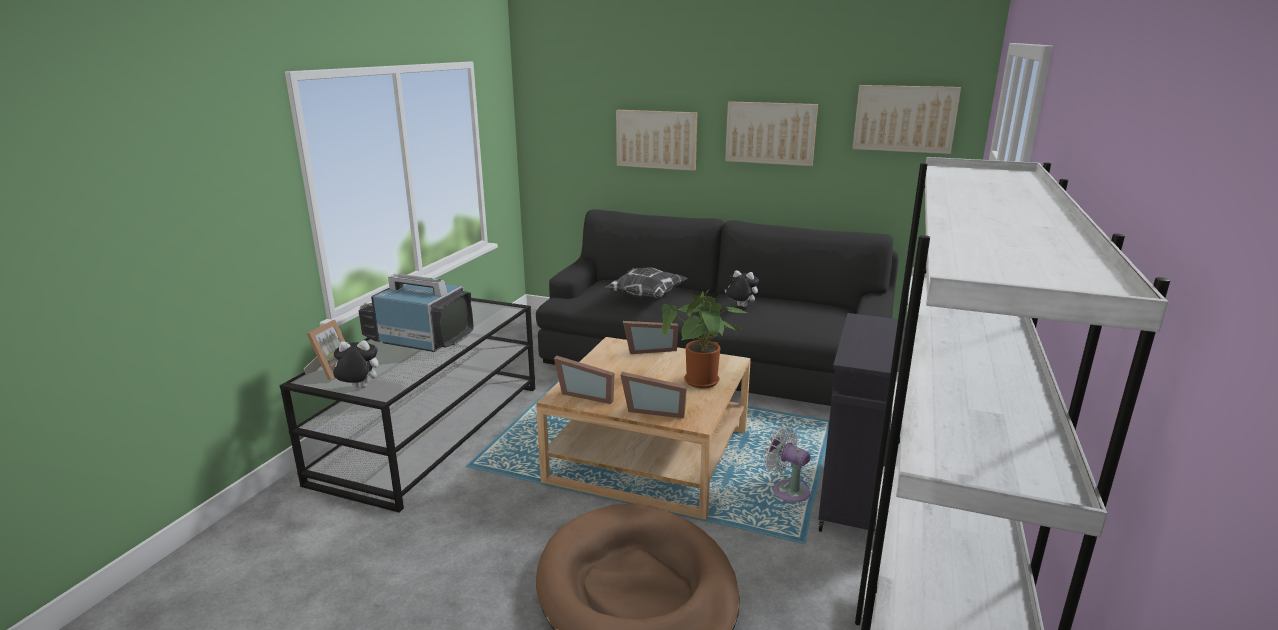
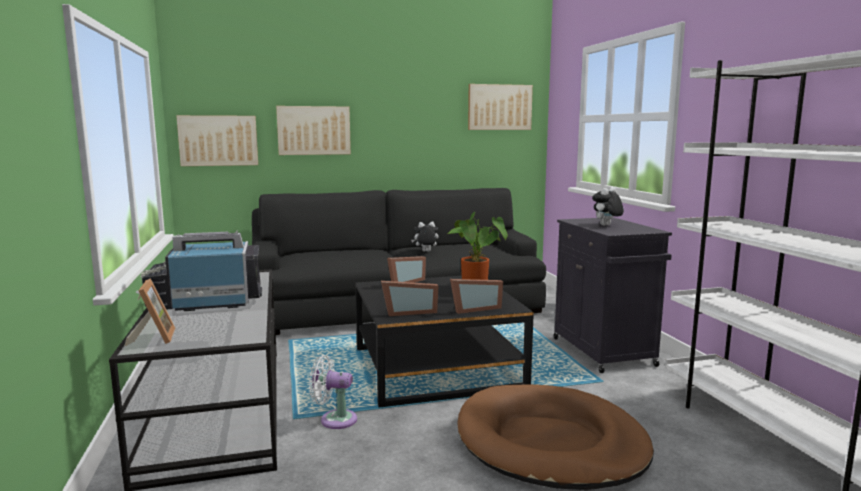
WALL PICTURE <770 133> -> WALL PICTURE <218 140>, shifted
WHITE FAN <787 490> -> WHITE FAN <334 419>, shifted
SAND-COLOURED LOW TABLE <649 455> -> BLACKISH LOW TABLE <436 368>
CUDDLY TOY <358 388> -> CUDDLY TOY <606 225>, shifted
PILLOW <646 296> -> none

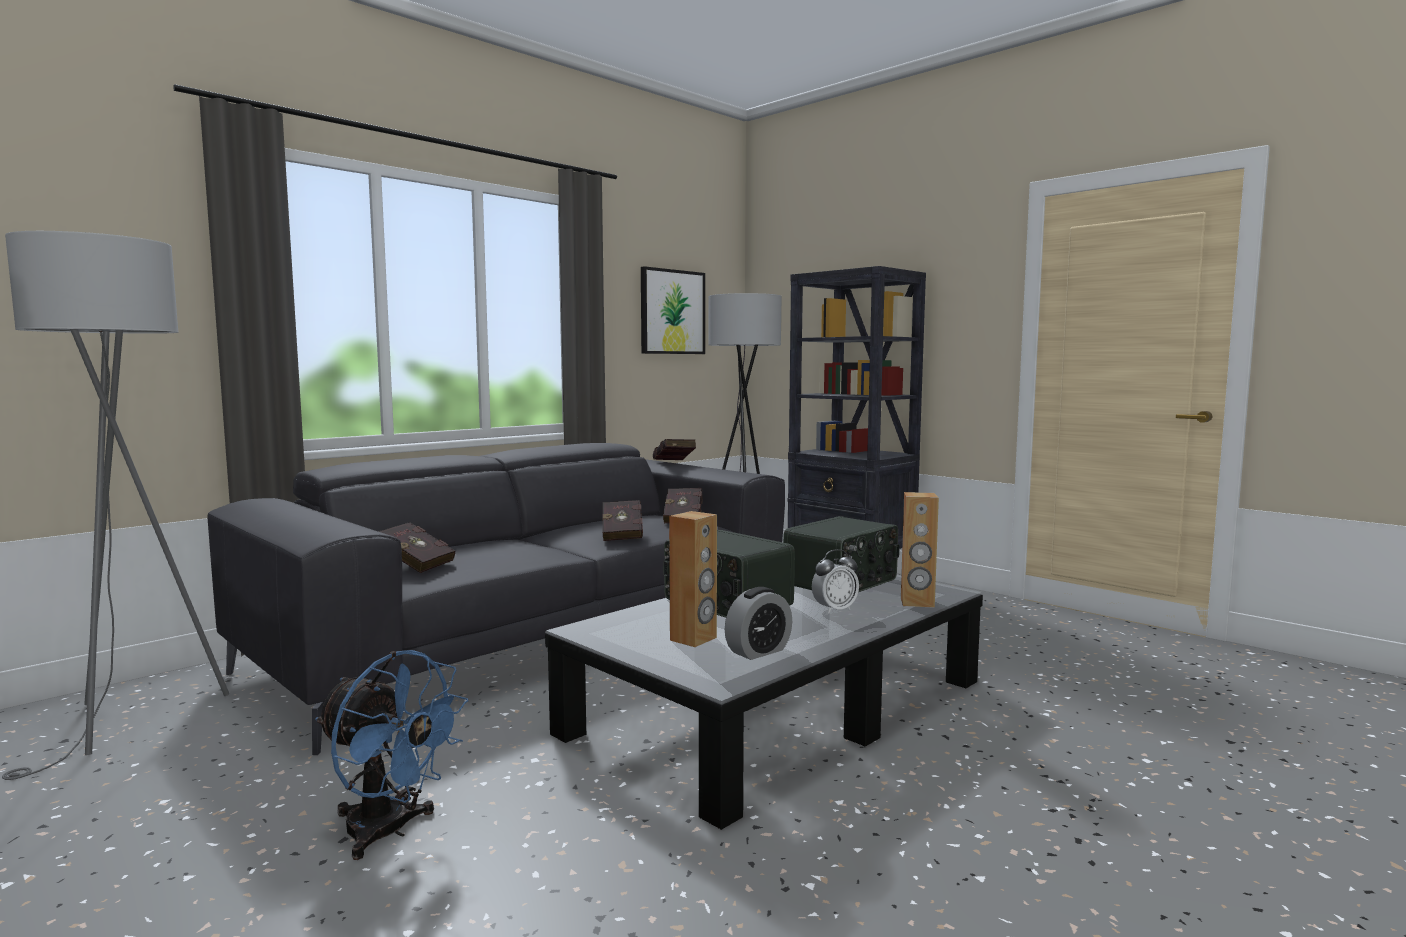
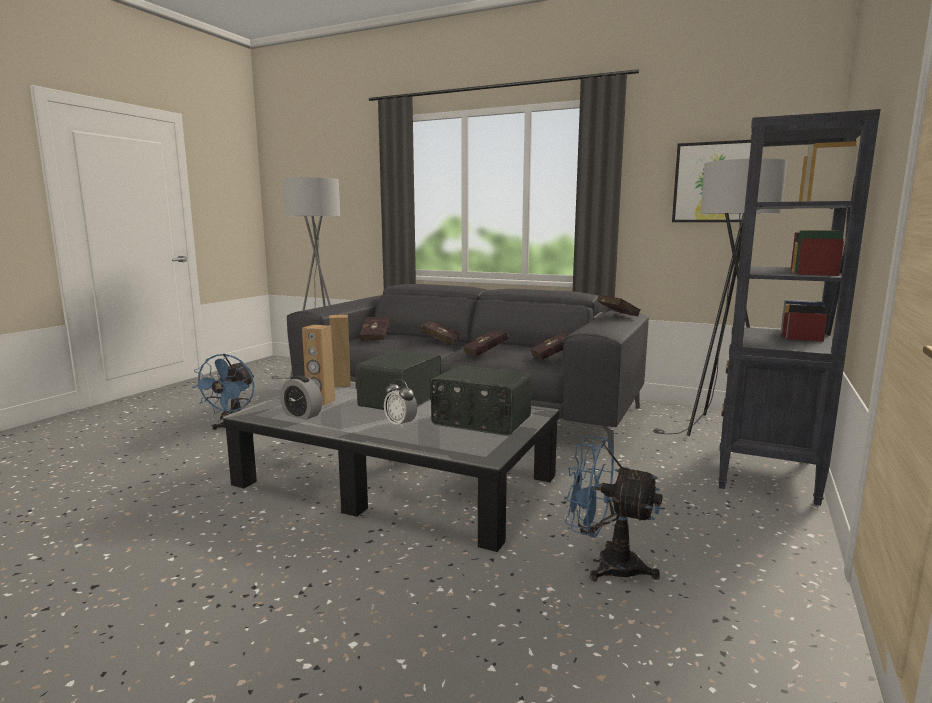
BROWN AUDIO SPEAKER <917 602> -> BROWN AUDIO SPEAKER <341 384>, shifted
none -> RED-COLOURED BOOK <439 342>
none -> BLUE-COLOURED FAN <606 564>

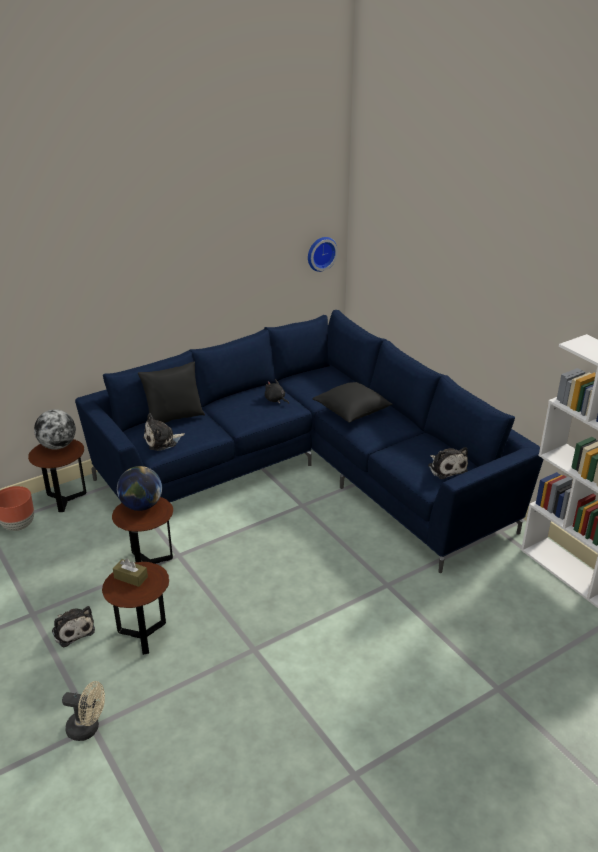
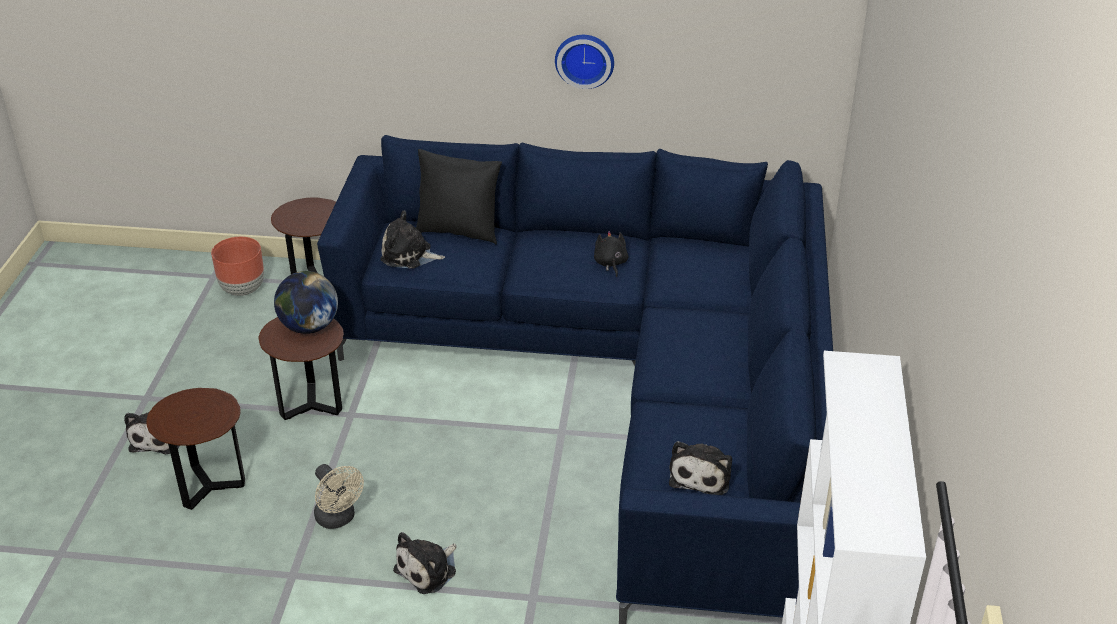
SAND-COLOURED FAN <88 729> -> SAND-COLOURED FAN <338 519>, shifted
none -> CUDDLY TOY <428 570>
CLOCK ON THE WALL <320 253> -> CLOCK ON THE WALL <585 59>, shifted
GLOBE <58 446> -> none
BROWN TISSUE BOX <131 577> -> none
BLACKISH PILLOW <352 412> -> none

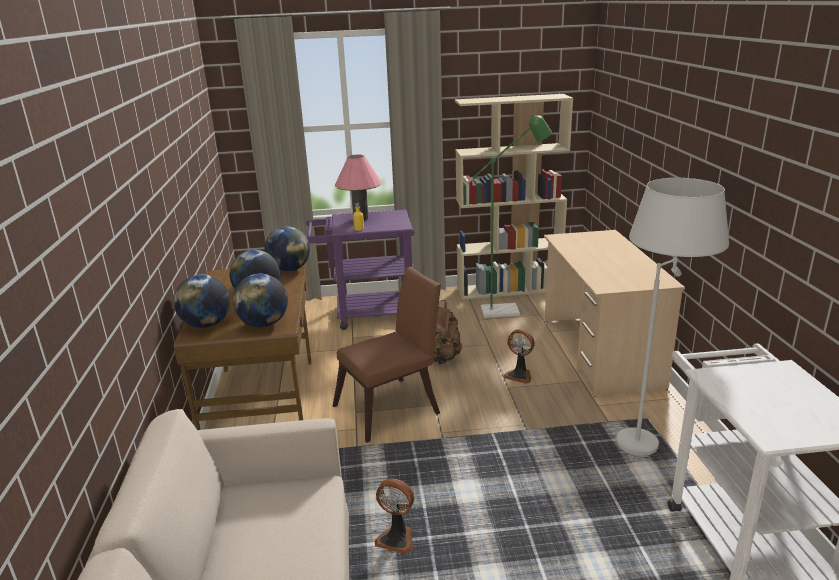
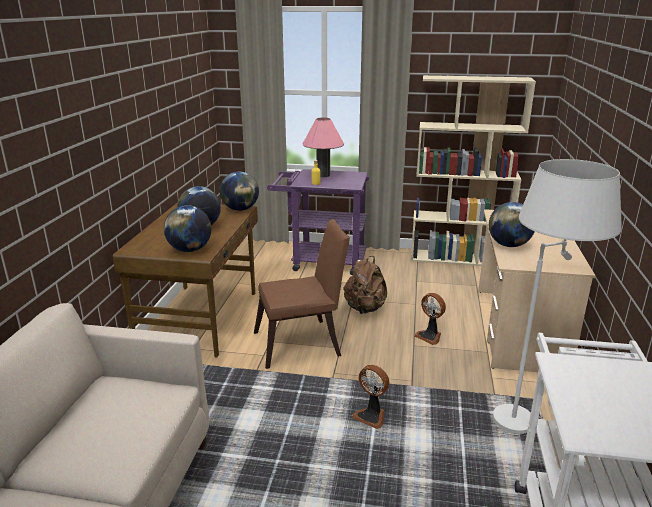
FAN <397 538> -> FAN <371 416>, shifted
GLOBE <206 325> -> GLOBE <508 245>, shifted
GREEN-COLOURED STANDING LAMP <507 311> -> none

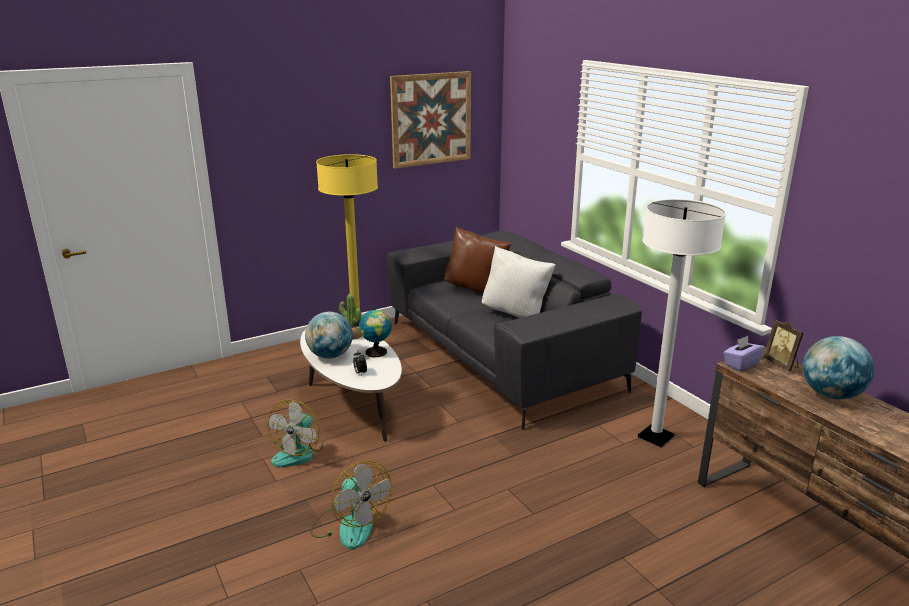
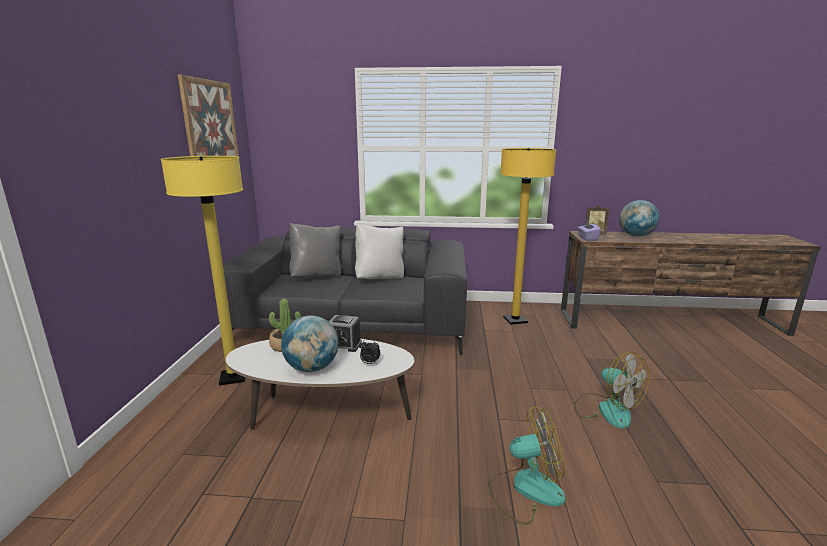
BROWN PILLOW <476 289> -> GRAY PILLOW <317 277>
GLOBE <377 353> -> BEDSIDE CLOCK <344 345>
WHITE STANDING LAMP <655 437> -> YELLOW-COLOURED STANDING LAMP <515 320>
FAN <299 452> -> FAN <606 409>, shifted

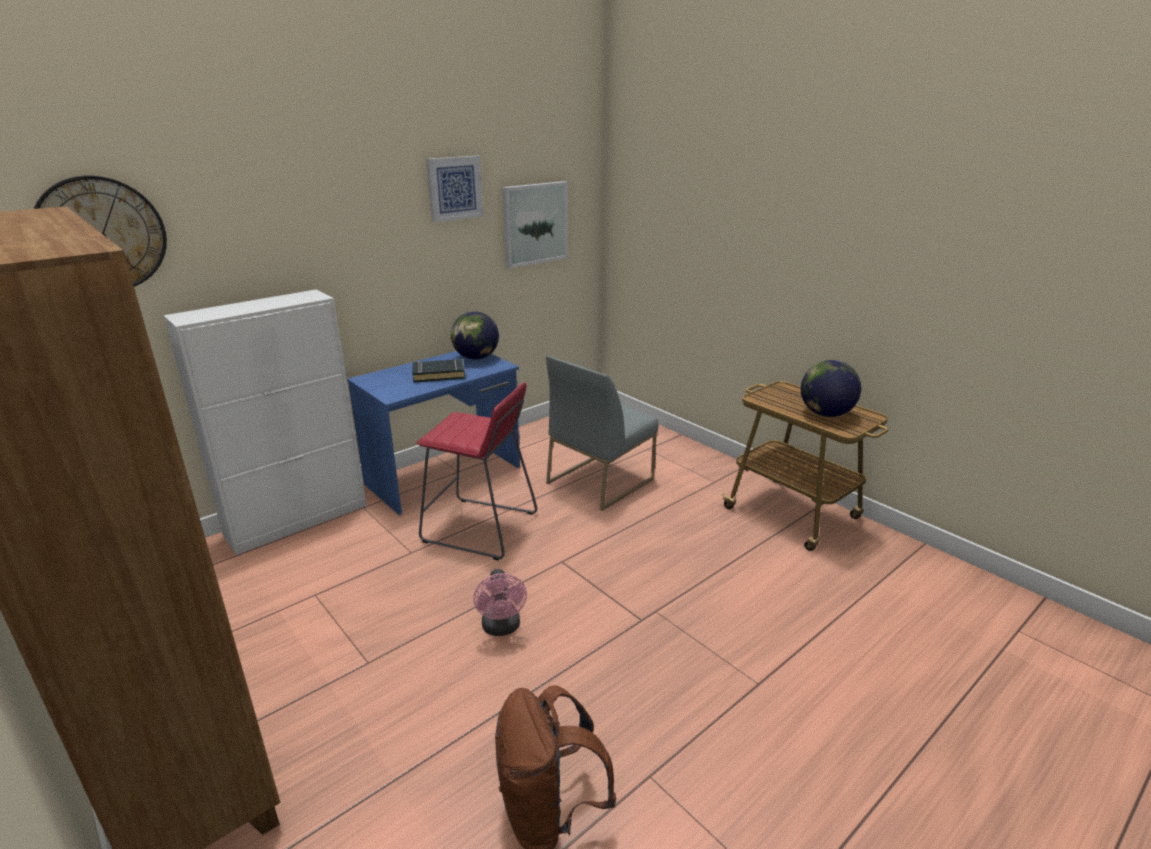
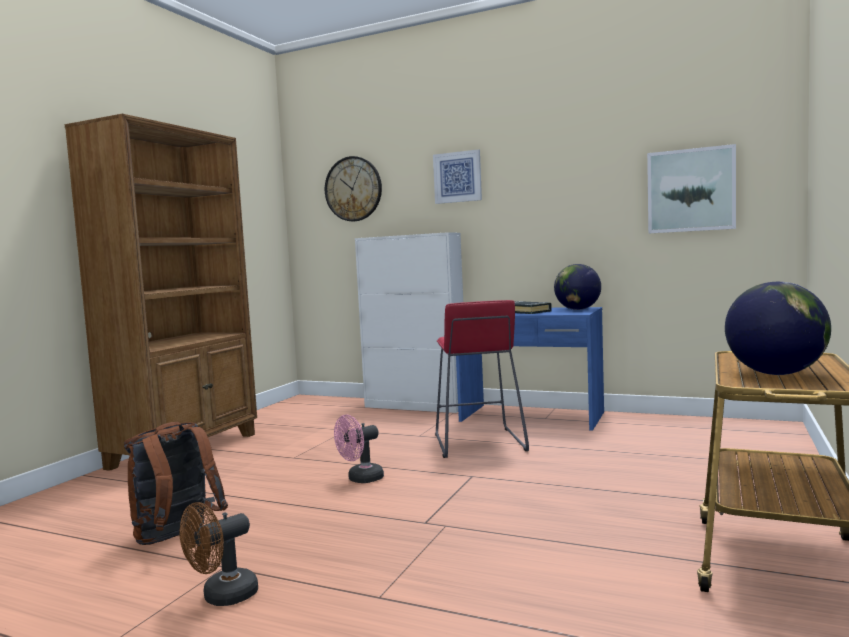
none -> BROWN FAN <222 597>
WALL PICTURE <455 188> -> WALL PICTURE <457 177>, shifted
GRAY UPRIGHT CHAIR <600 480> -> none

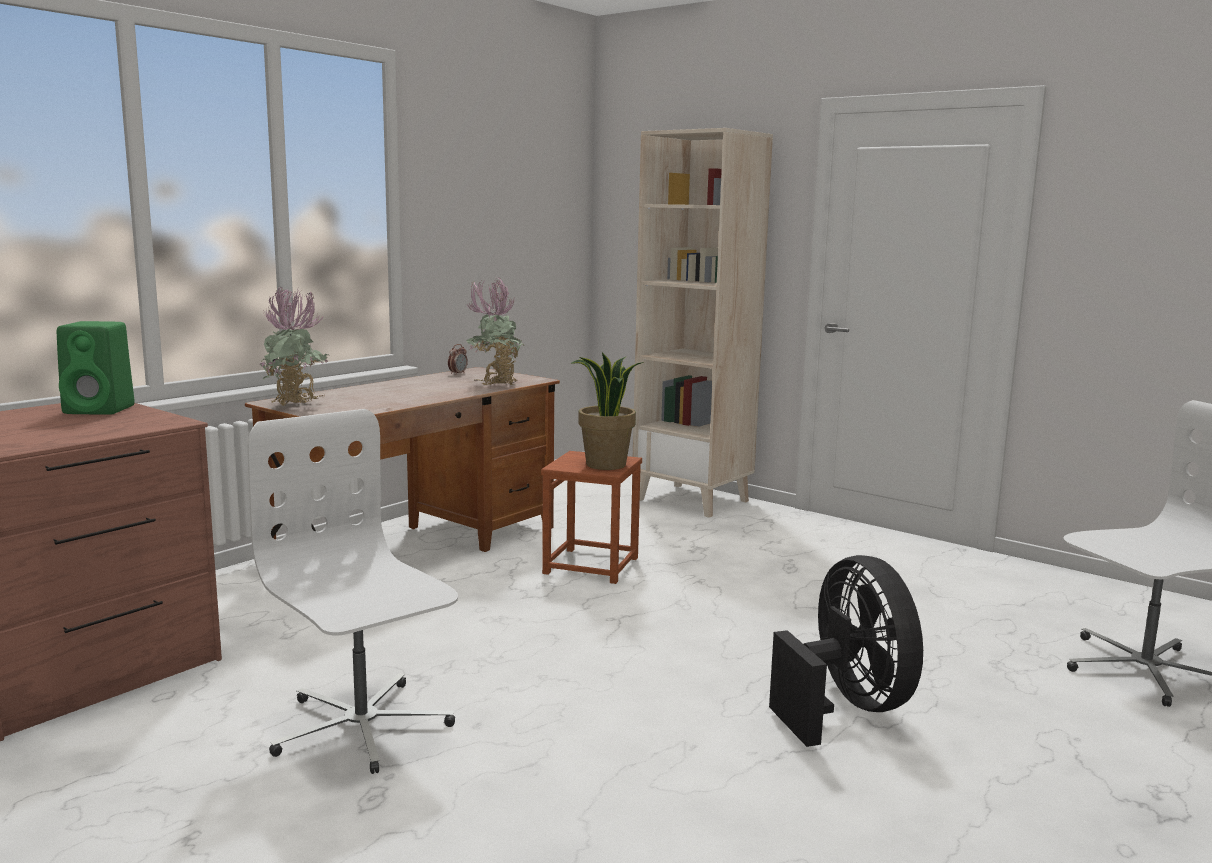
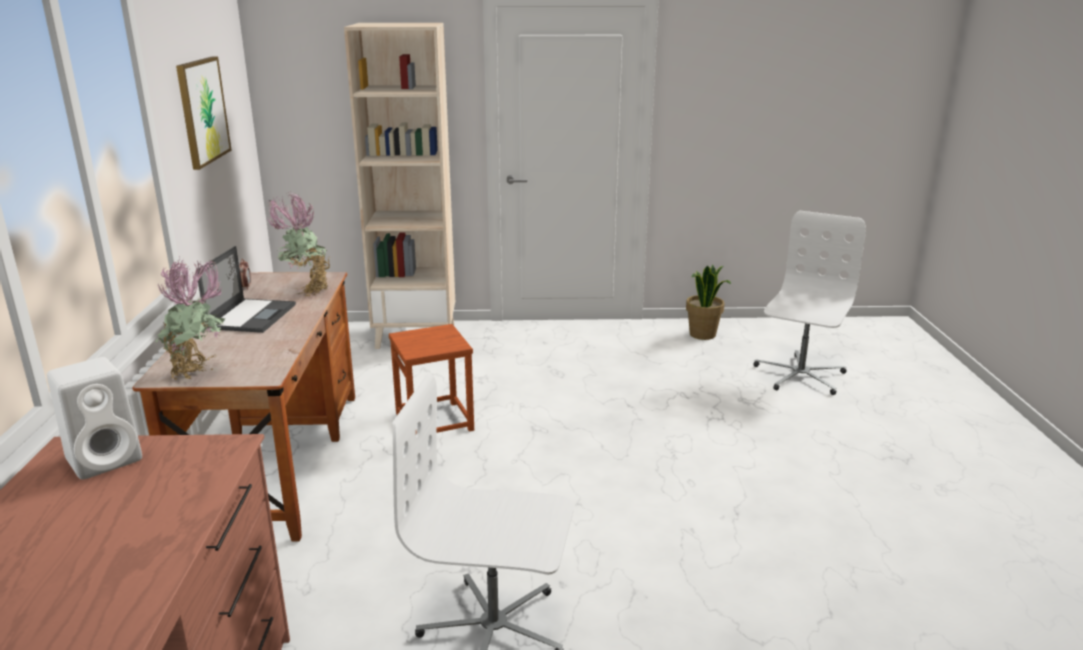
GREEN-COLOURED AUDIO SPEAKER <102 410> -> WHITE AUDIO SPEAKER <107 458>
none -> WALL PICTURE <202 111>
none -> LAPTOP <252 316>
PLANT IN A POT <606 465> -> PLANT IN A POT <703 335>, shifted
BLACKISH FAN <846 708> -> none

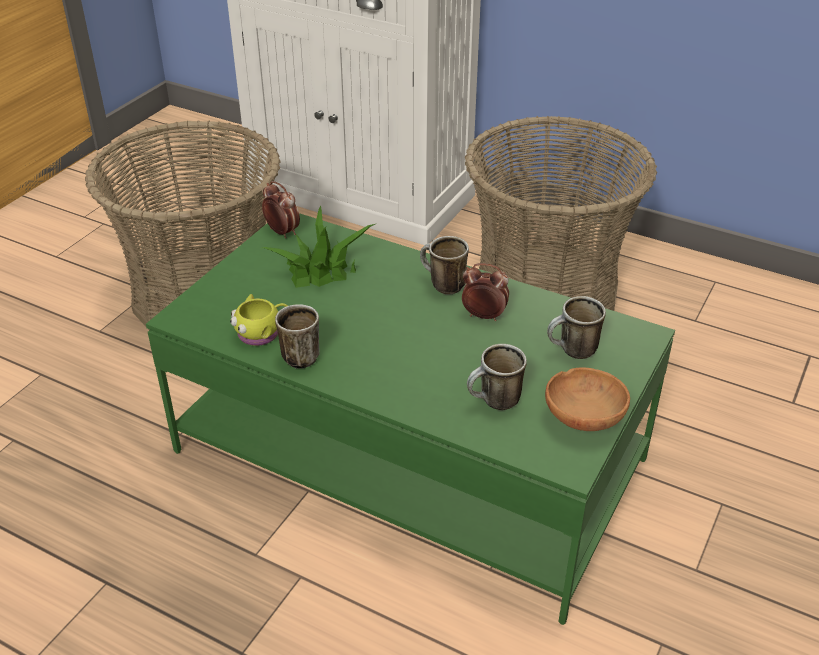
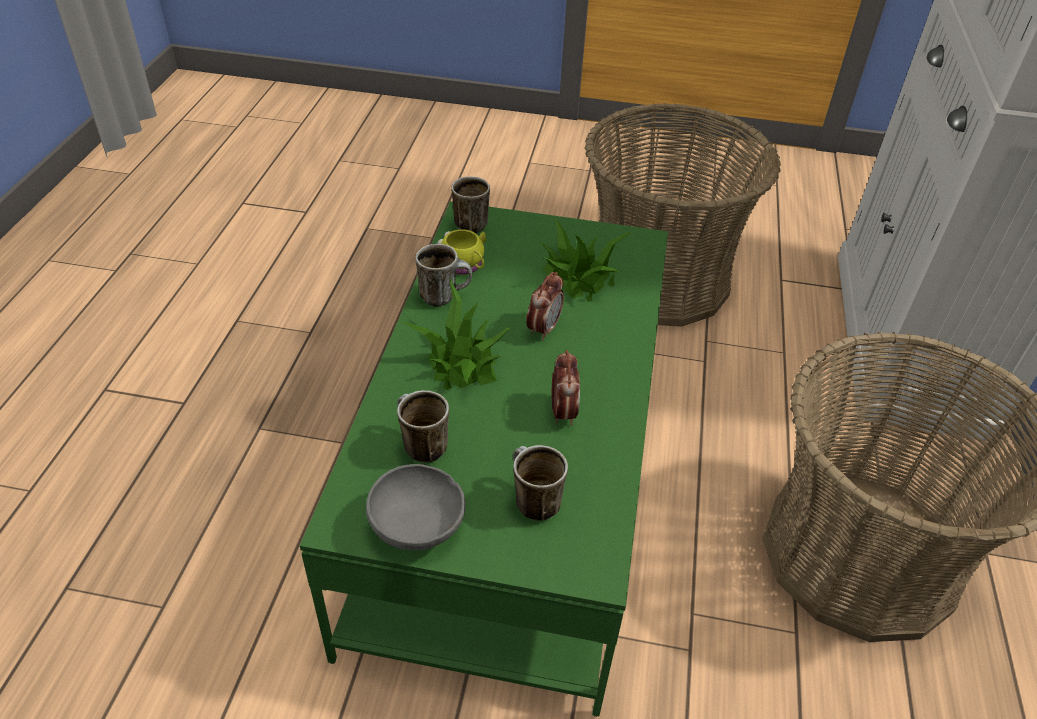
BROWN BOWL <584 418> -> GRAY BOWL <419 527>
none -> PLANT IN A POT <462 361>
MUG <441 285> -> MUG <471 222>, shifted
BEDSIDE CLOCK <282 232> -> BEDSIDE CLOCK <543 329>, shifted

